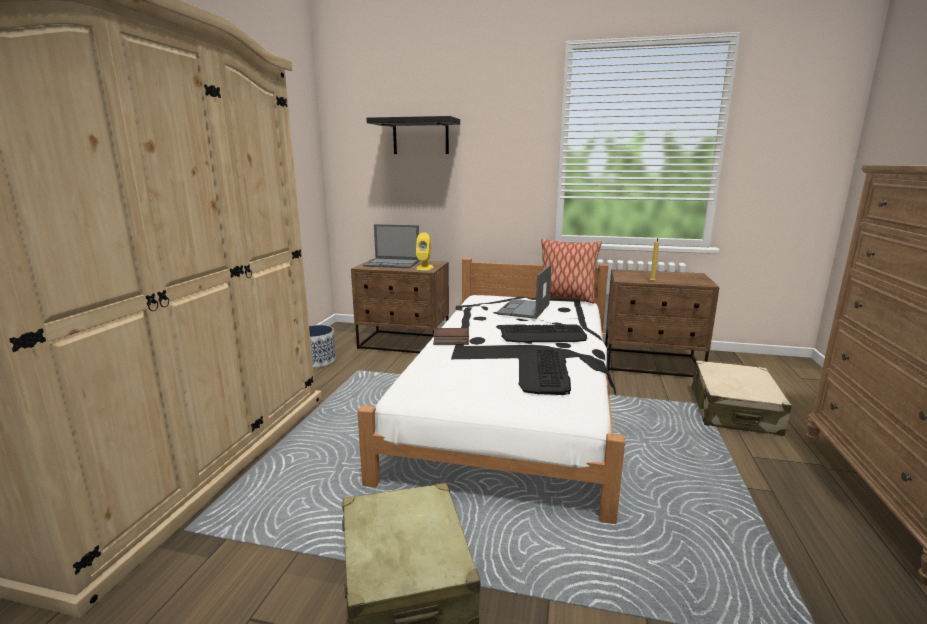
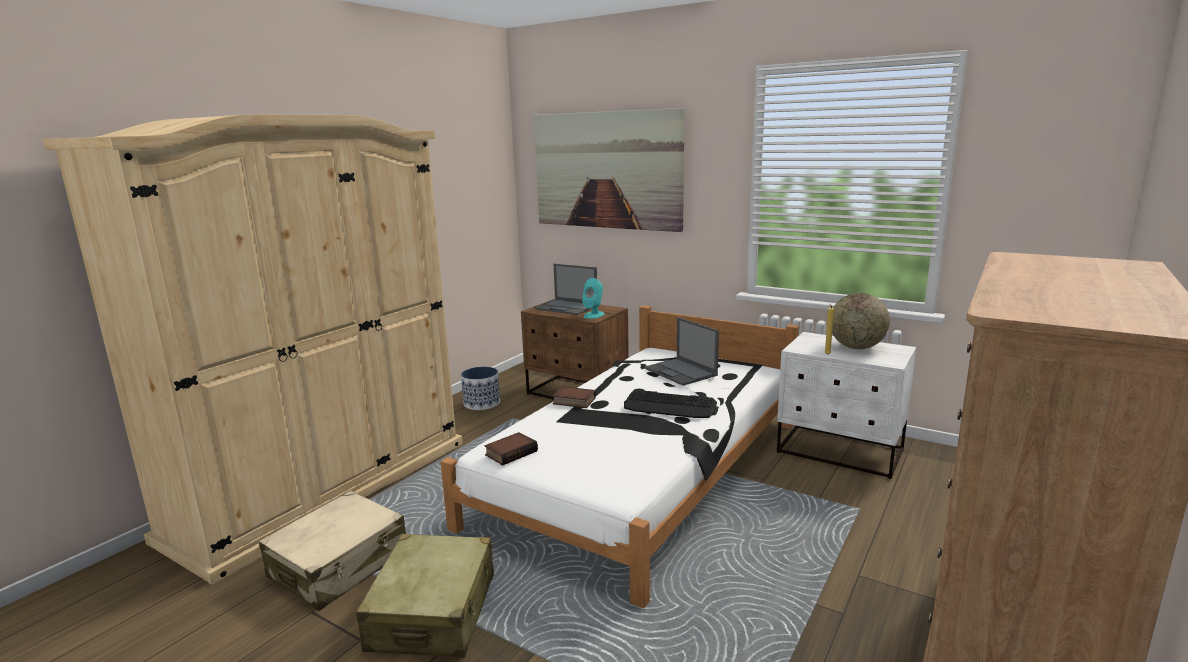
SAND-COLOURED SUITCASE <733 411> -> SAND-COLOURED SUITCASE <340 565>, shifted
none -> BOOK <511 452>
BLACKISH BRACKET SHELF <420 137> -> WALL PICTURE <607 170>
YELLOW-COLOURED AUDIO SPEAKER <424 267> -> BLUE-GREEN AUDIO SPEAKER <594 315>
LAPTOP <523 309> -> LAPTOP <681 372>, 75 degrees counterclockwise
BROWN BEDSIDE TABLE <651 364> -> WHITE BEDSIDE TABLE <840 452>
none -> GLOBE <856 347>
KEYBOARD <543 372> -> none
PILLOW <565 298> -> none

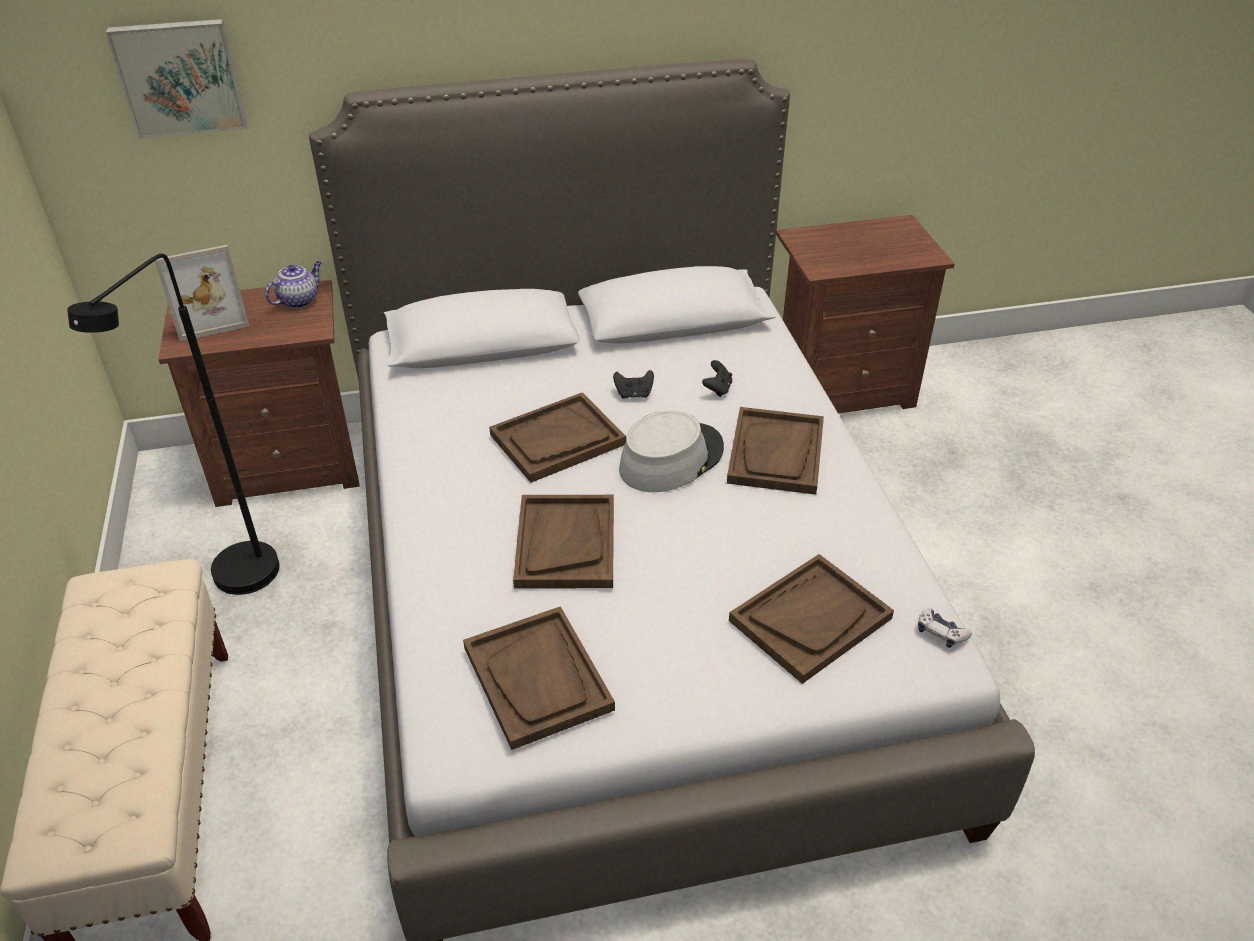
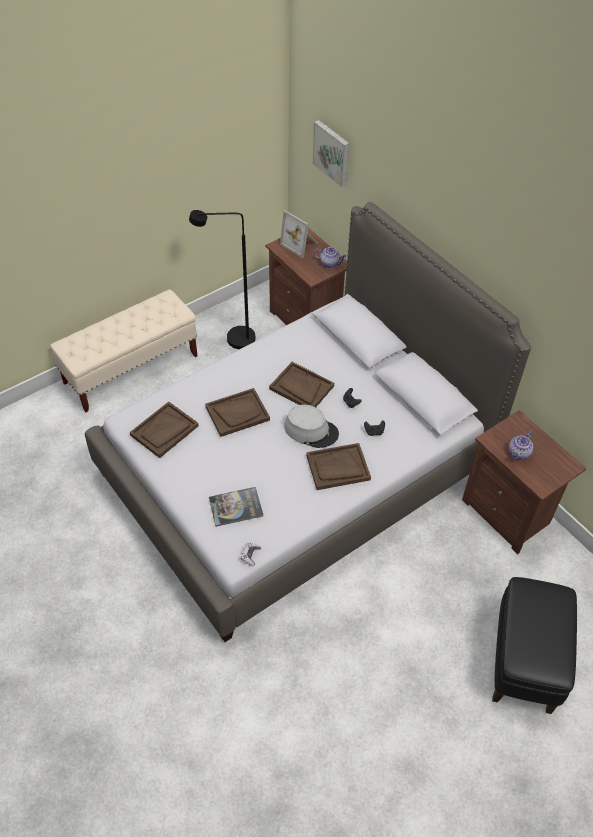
BROWN CARRYING TRAY <810 619> -> BOOK <236 507>
none -> BLACKISH FOOTREST <524 662>
none -> POT FOR TEA <518 453>

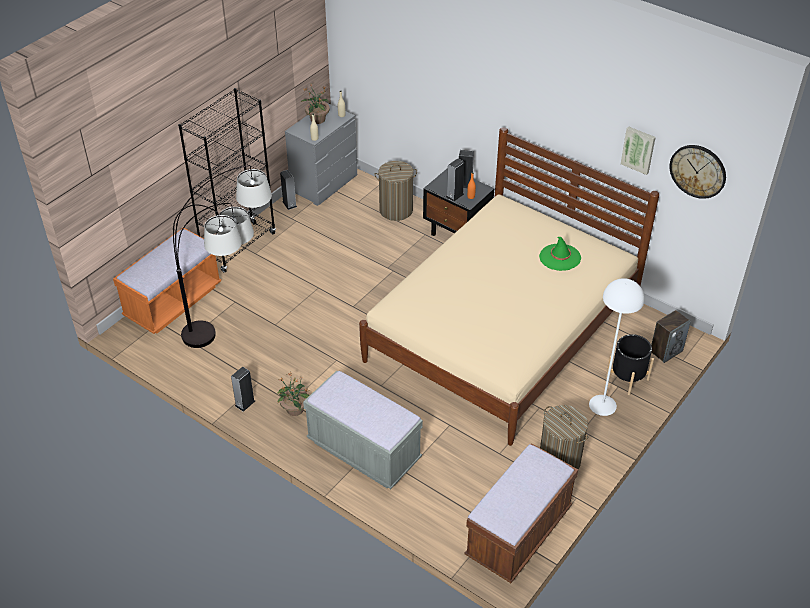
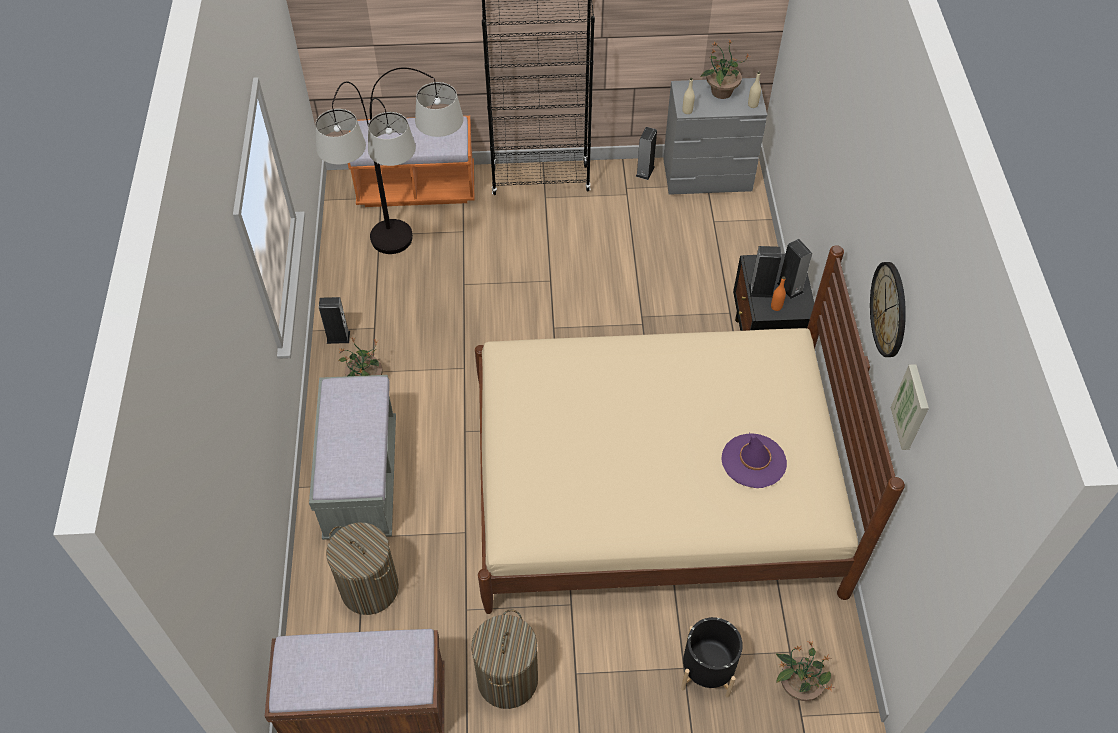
HAMPER <396 210> -> HAMPER <369 588>, shifted
GREEN-COLOURED WEARABLE HAT <560 257> -> PURPLE-COLOURED WEARABLE HAT <753 461>
AUDIO SPEAKER <666 351> -> PLANT IN A POT <798 686>
CLOCK ON THE WALL <698 171> -> CLOCK ON THE WALL <889 309>, shifted
WHITE STANDING LAMP <603 405> -> none

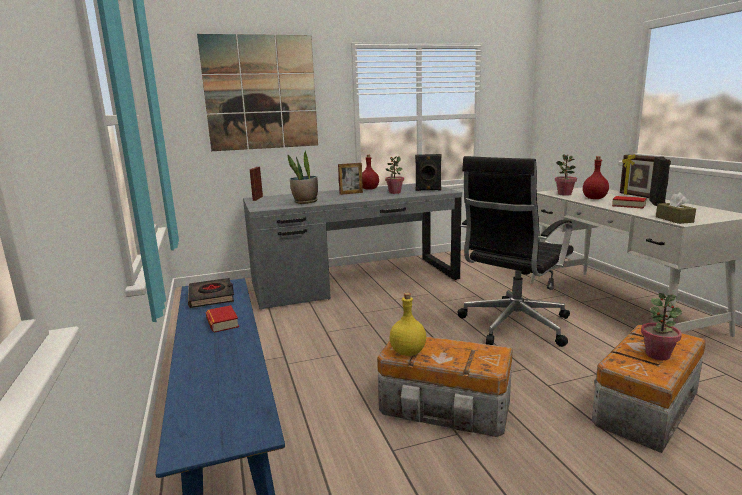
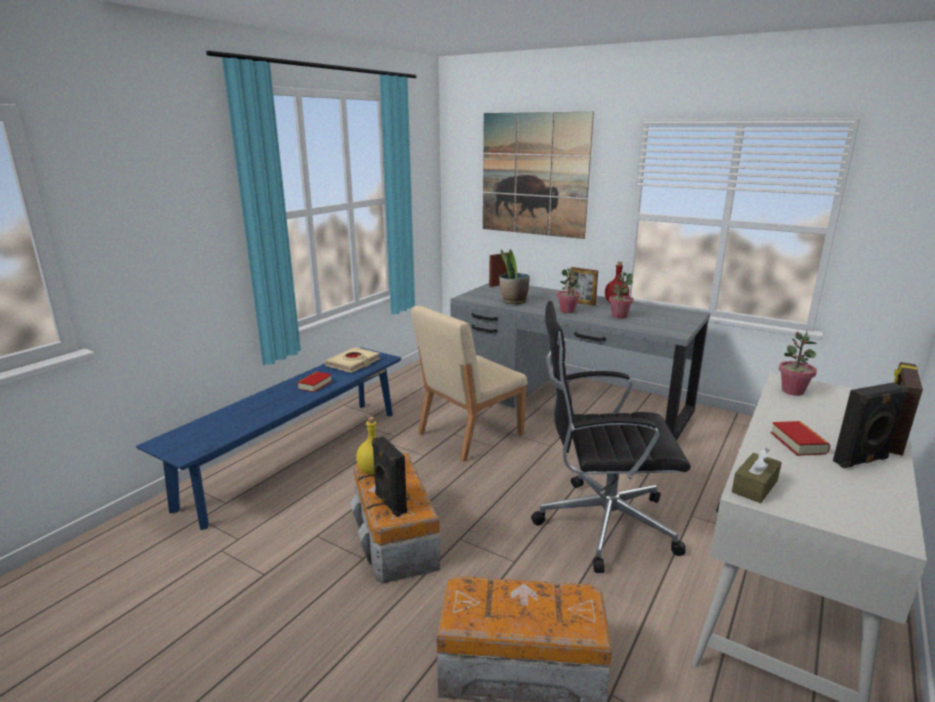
BLACKISH BOOK <211 297> -> SAND-COLOURED BOOK <353 363>
BLACKISH AUDIO SPEAKER <428 190> -> BLACKISH AUDIO SPEAKER <389 503>, shifted
none -> SAND-COLOURED UPRIGHT CHAIR <469 434>
PLANT IN A POT <657 355> -> PLANT IN A POT <567 311>, shifted
RED-COLOURED BOTTLE <594 198> -> none

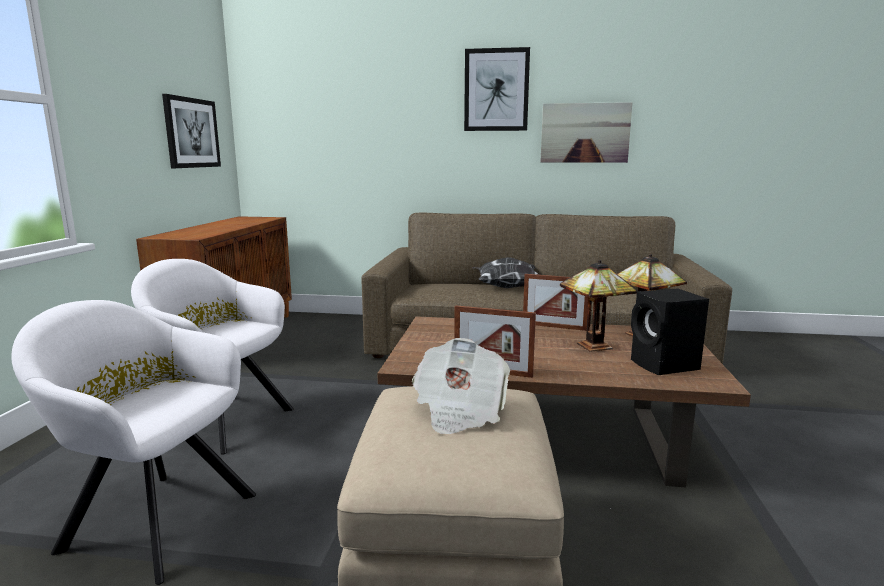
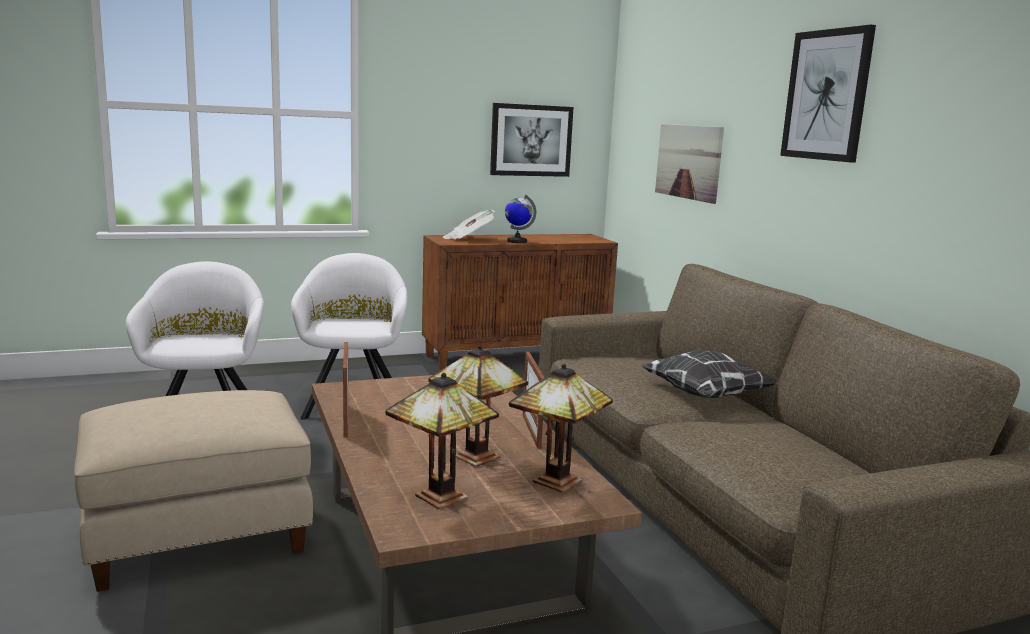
BLACKISH AUDIO SPEAKER <665 366> -> LAMP FOR A TABLE <440 498>
DAILY PAPER <459 410> -> DAILY PAPER <468 238>, shifted
none -> GLOBE <517 241>
WALL PICTURE <585 133> -> WALL PICTURE <688 161>, shifted

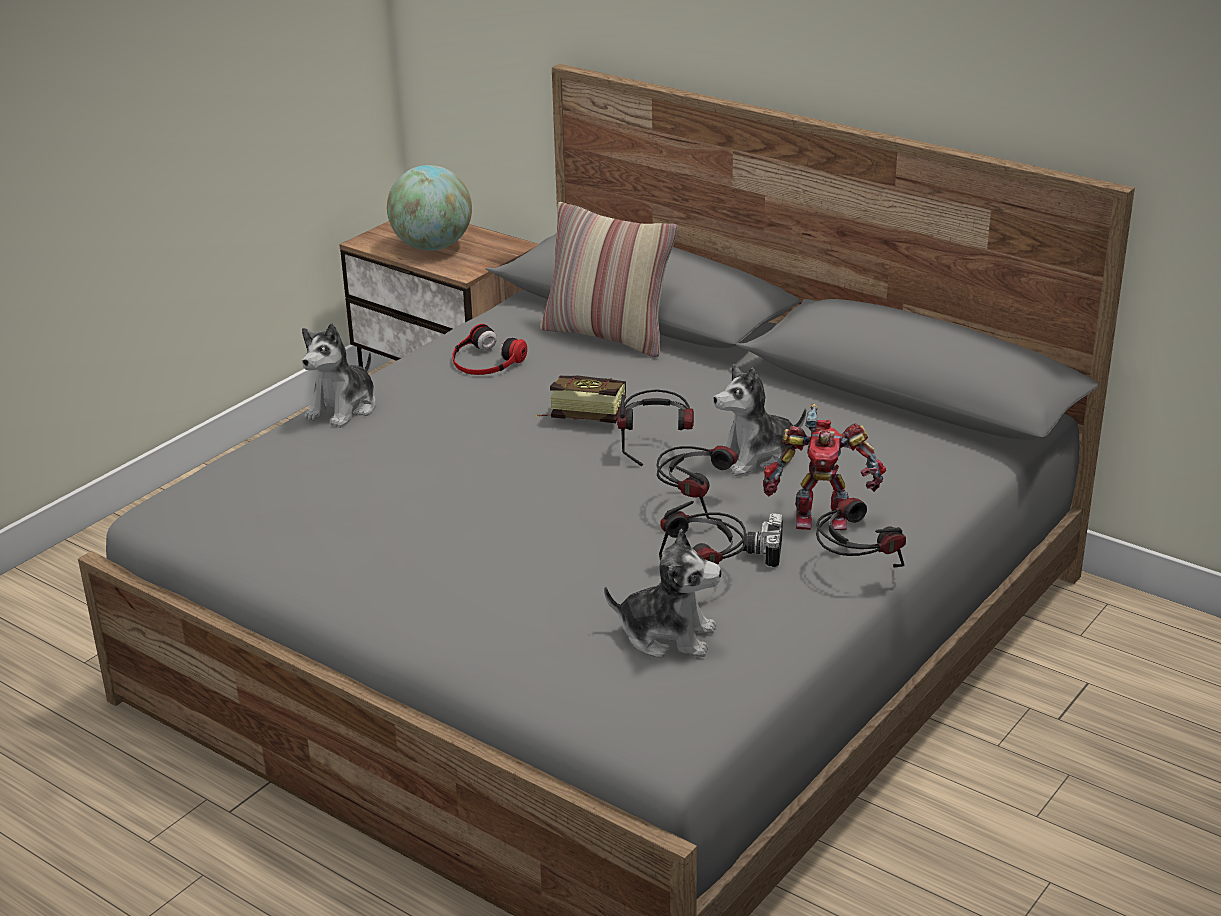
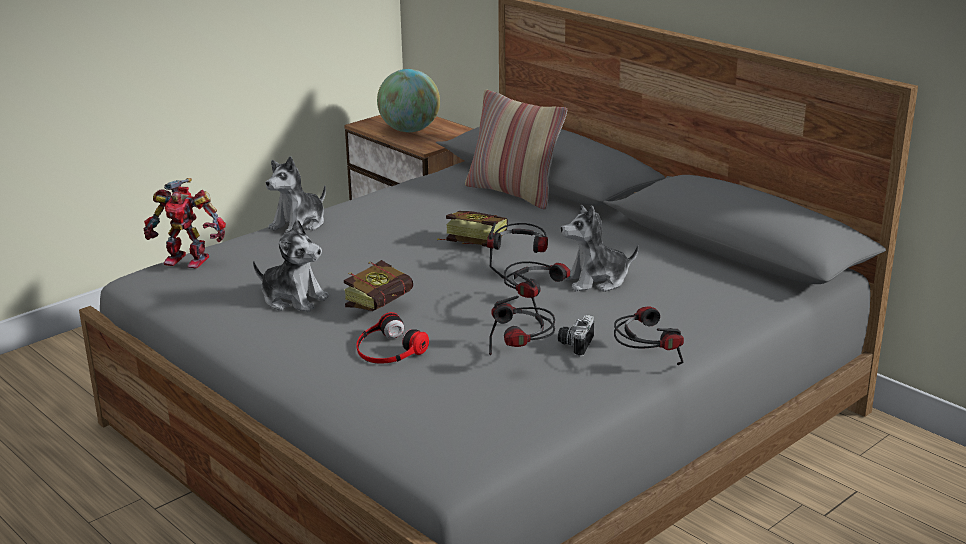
MODEL ROBOT <820 516> -> MODEL ROBOT <188 259>, shifted
CUDDLY TOY <667 636> -> CUDDLY TOY <293 299>, shifted
none -> BOOK <384 303>
HEADPHONES <485 361> -> HEADPHONES <388 349>, shifted

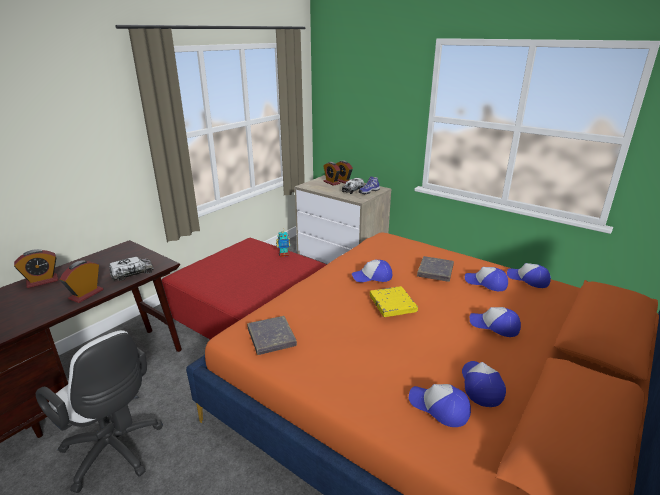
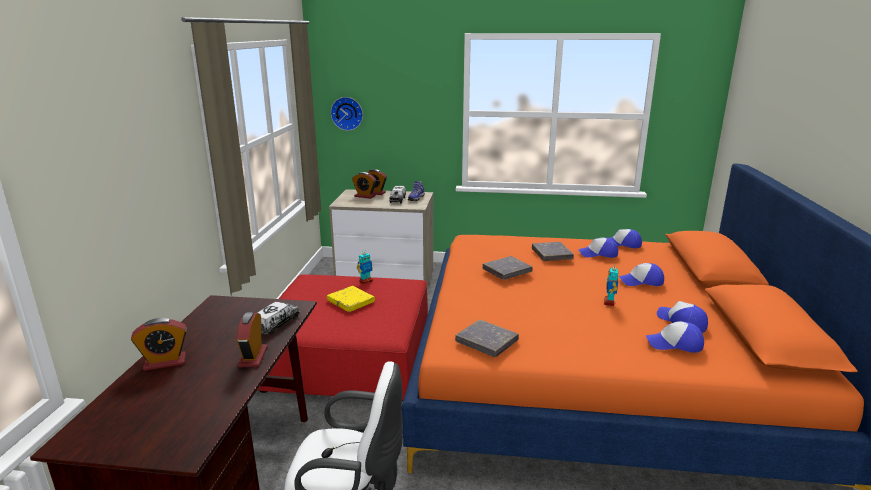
BEDSIDE CLOCK <42 281> -> BEDSIDE CLOCK <165 362>, 45 degrees clockwise
YELLOW-COLOURED BOOK <392 304> -> YELLOW-COLOURED BOOK <351 301>, shifted
none -> CLOCK ON THE WALL <347 113>
BASEBALL CAP <372 277> -> GRAY BOOK <507 271>
none -> MODEL ROBOT <609 302>

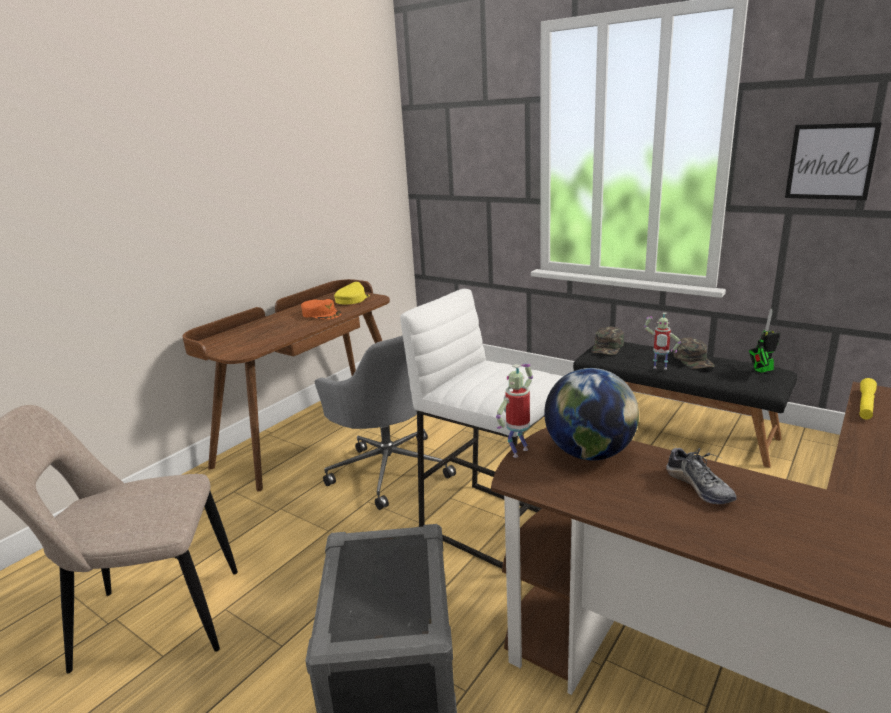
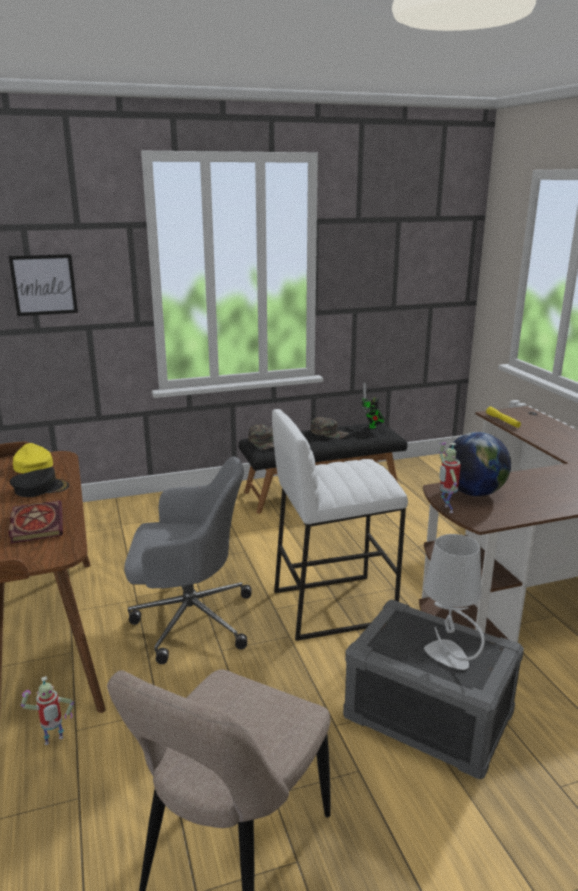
WALL PICTURE <830 162> -> WALL PICTURE <44 285>, shifted
ORANGE BASEBALL CAP <321 314> -> BLACKISH BASEBALL CAP <40 488>
none -> BOOK <35 524>
MODEL ROBOT <659 369> -> MODEL ROBOT <54 742>, shifted
none -> GRAY LAMP FOR A TABLE <448 656>
LOW SHOE <699 487> -> none

